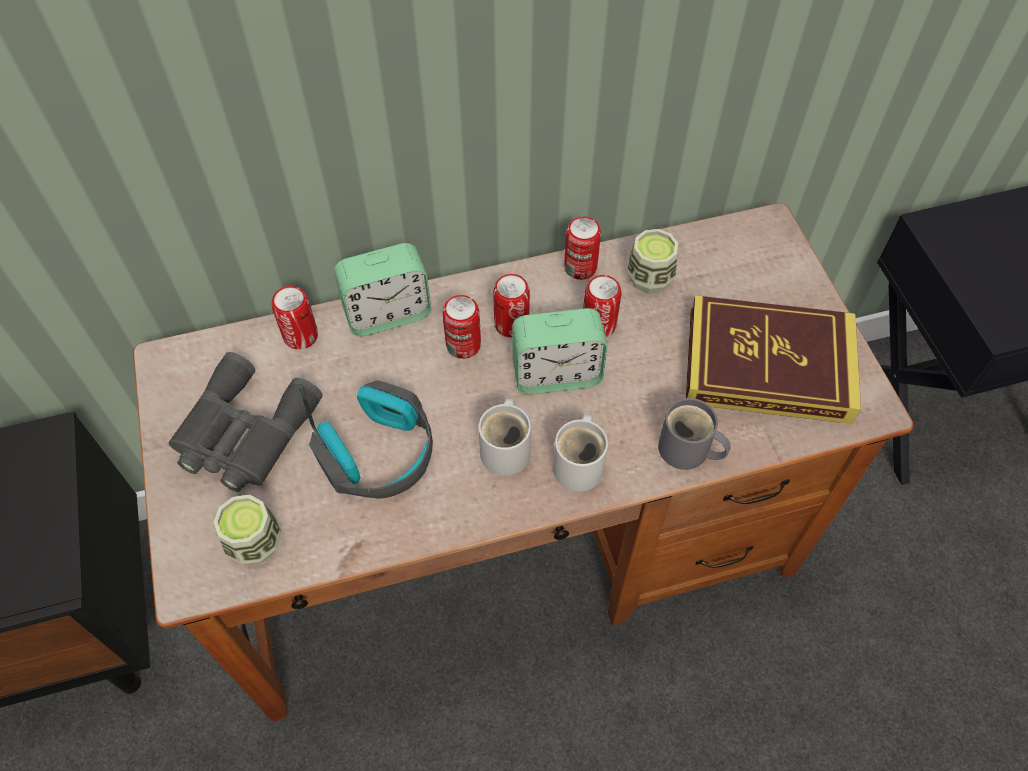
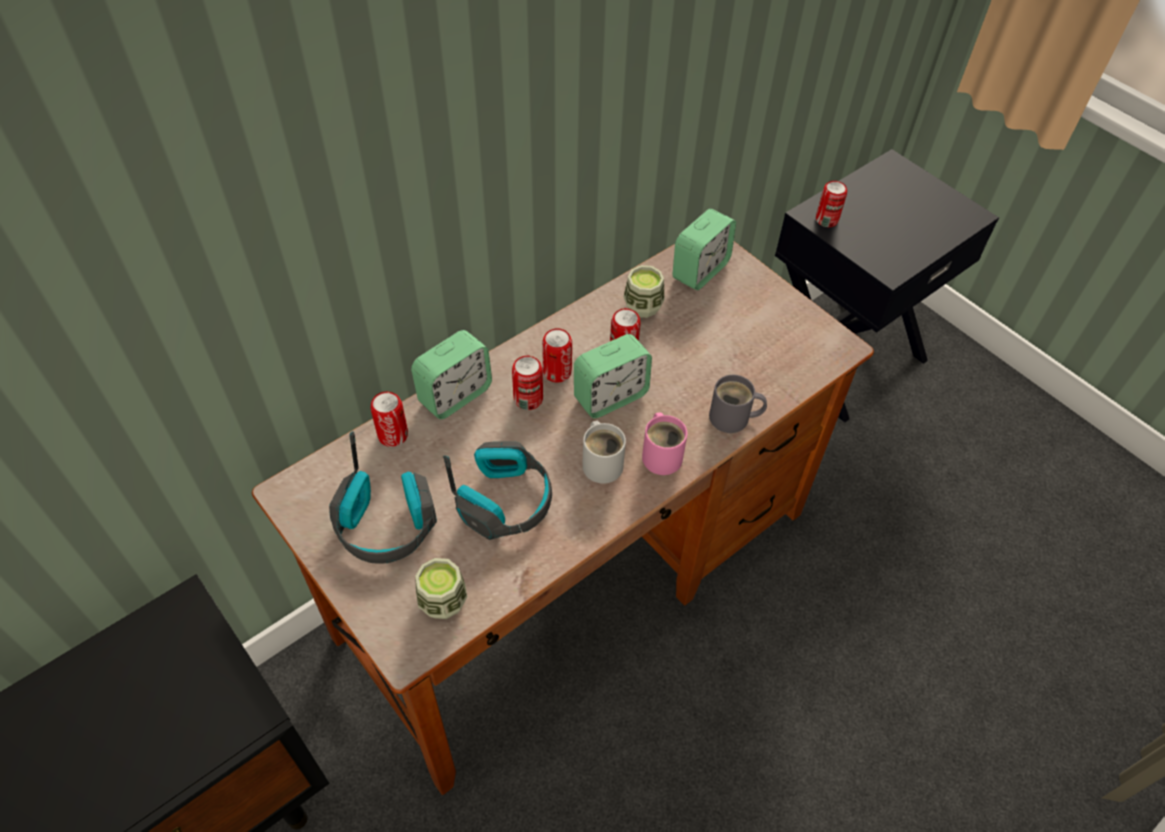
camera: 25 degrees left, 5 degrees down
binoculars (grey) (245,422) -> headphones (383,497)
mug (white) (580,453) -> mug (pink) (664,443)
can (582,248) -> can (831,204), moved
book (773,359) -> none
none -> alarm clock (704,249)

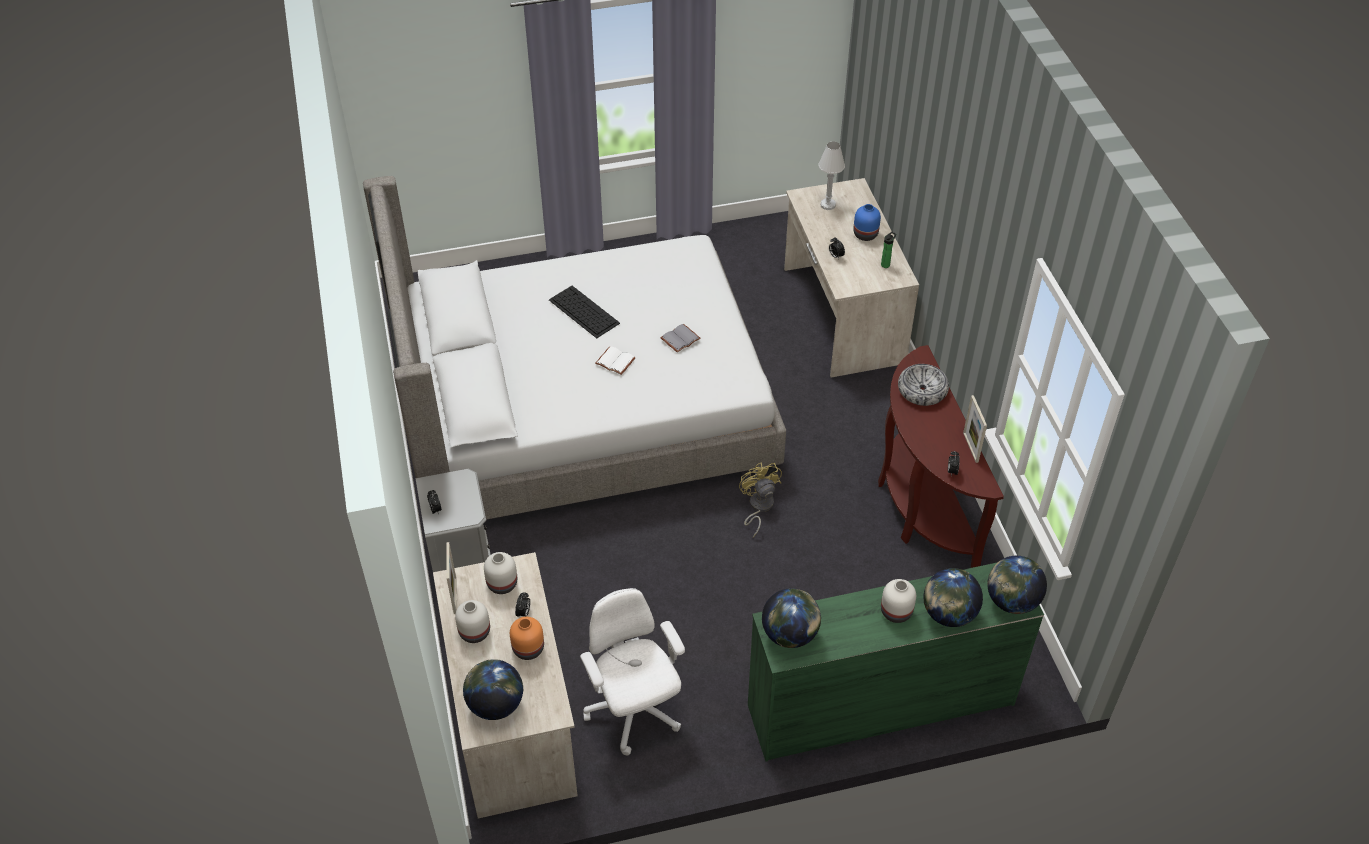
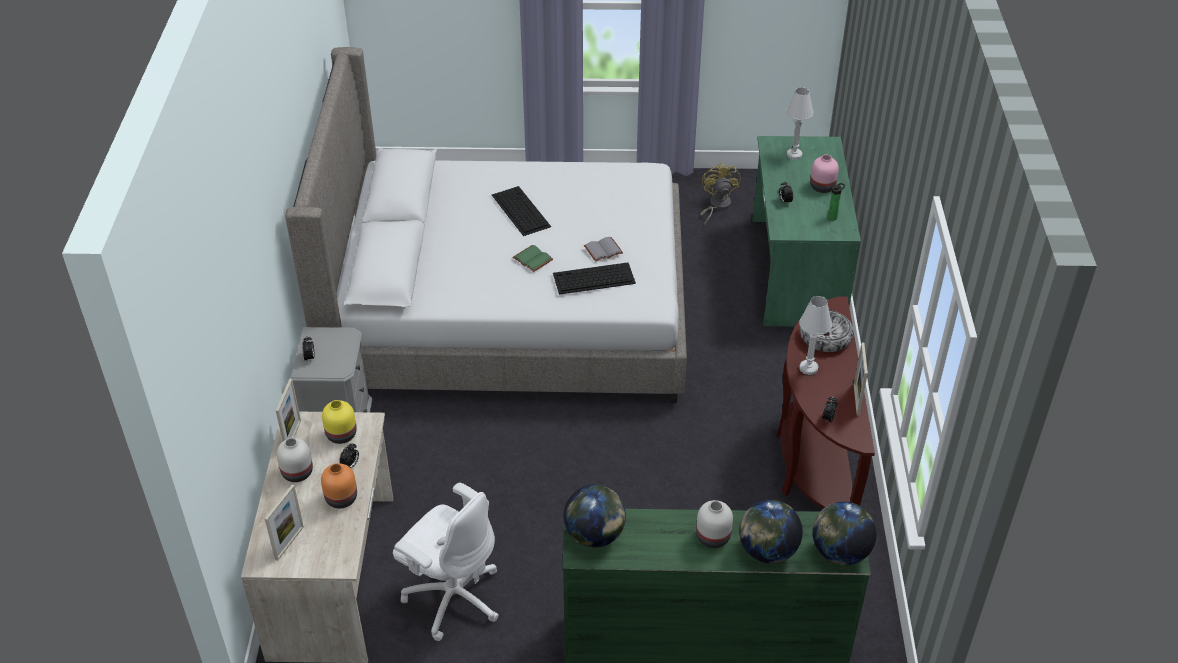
camera: 15 degrees right, 5 degrees down
globe (493,689) -> picture frame (284,523)
vase (white) (500,573) -> vase (yellow) (339,422)
office chair (white) (632,671) -> office chair (white) (446,562), 135 degrees clockwise
book (white) (615,360) -> book (green) (532,258)
fan (yellow) (760,500) -> fan (yellow) (720,193), moved
desk (beige) (851,278) -> desk (green) (806,231)
vase (blue) (867,222) -> vase (pink) (824,174)
none -> keyboard (594,278)
none -> table lamp (white) (815,335)

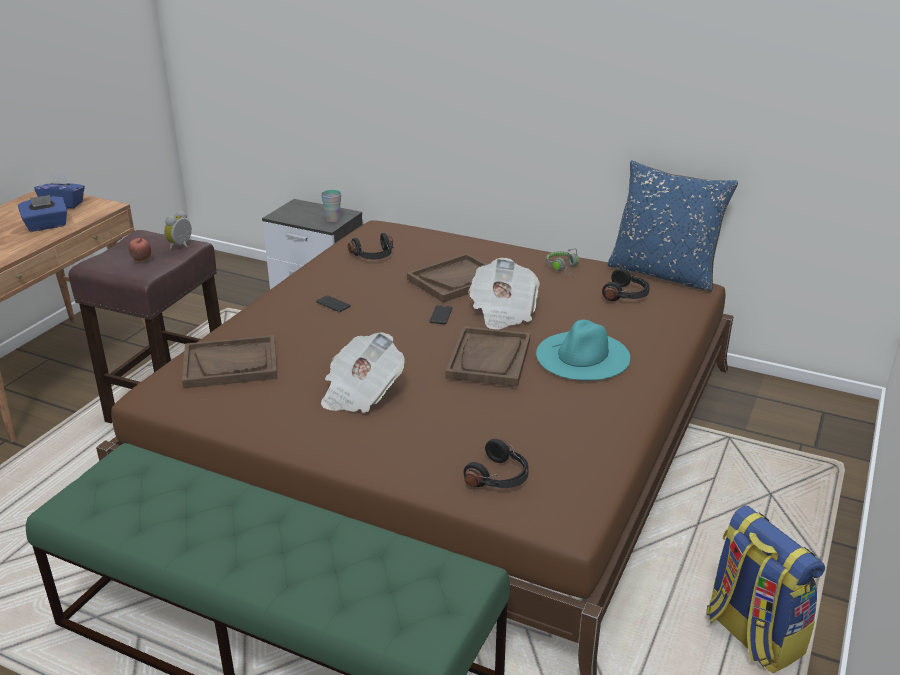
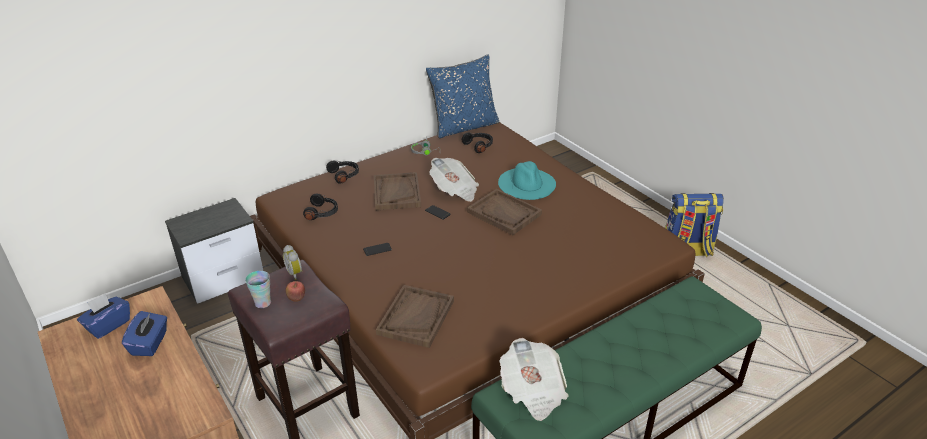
camera: 60 degrees left, 5 degrees up
cup (331,206) -> cup (258,289), moved
newspaper (363,372) -> newspaper (534,379), moved
headphones (black) (496,463) -> headphones (black) (342,172), moved

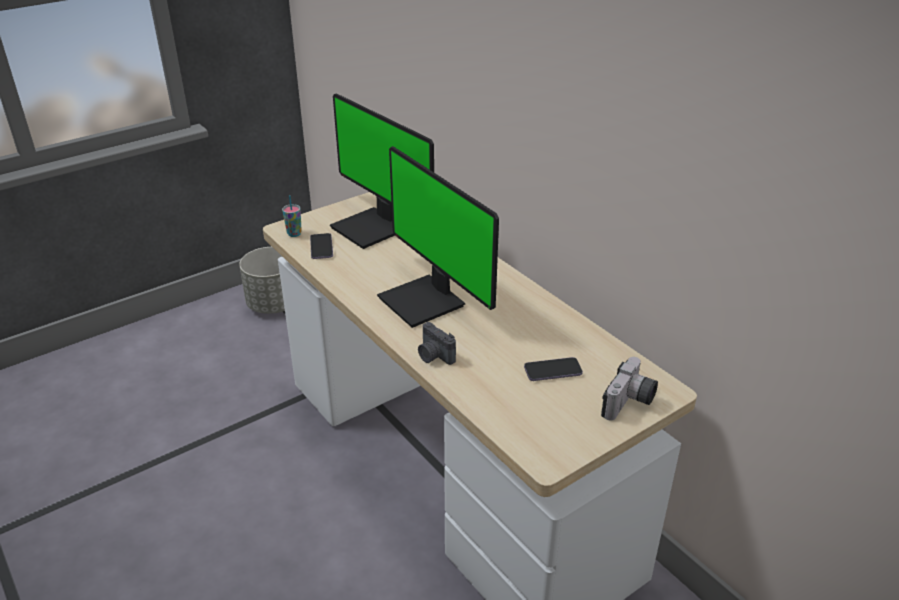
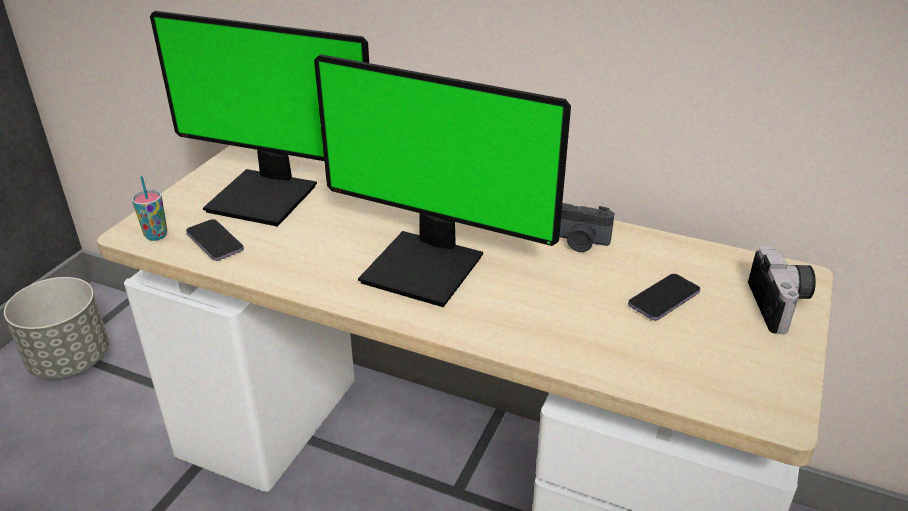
camera: 30 degrees left, 0 degrees up
photo camera (437,343) -> photo camera (586,227), moved

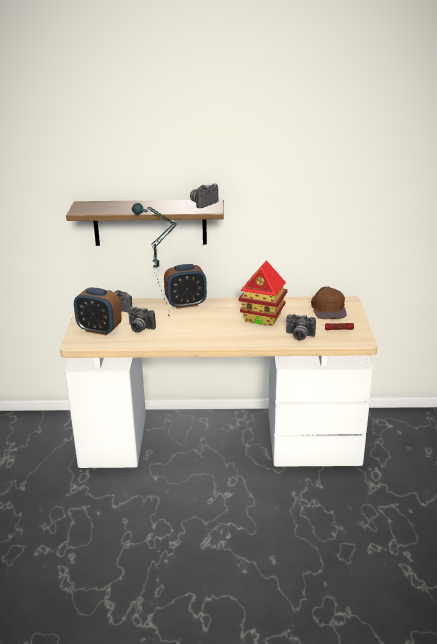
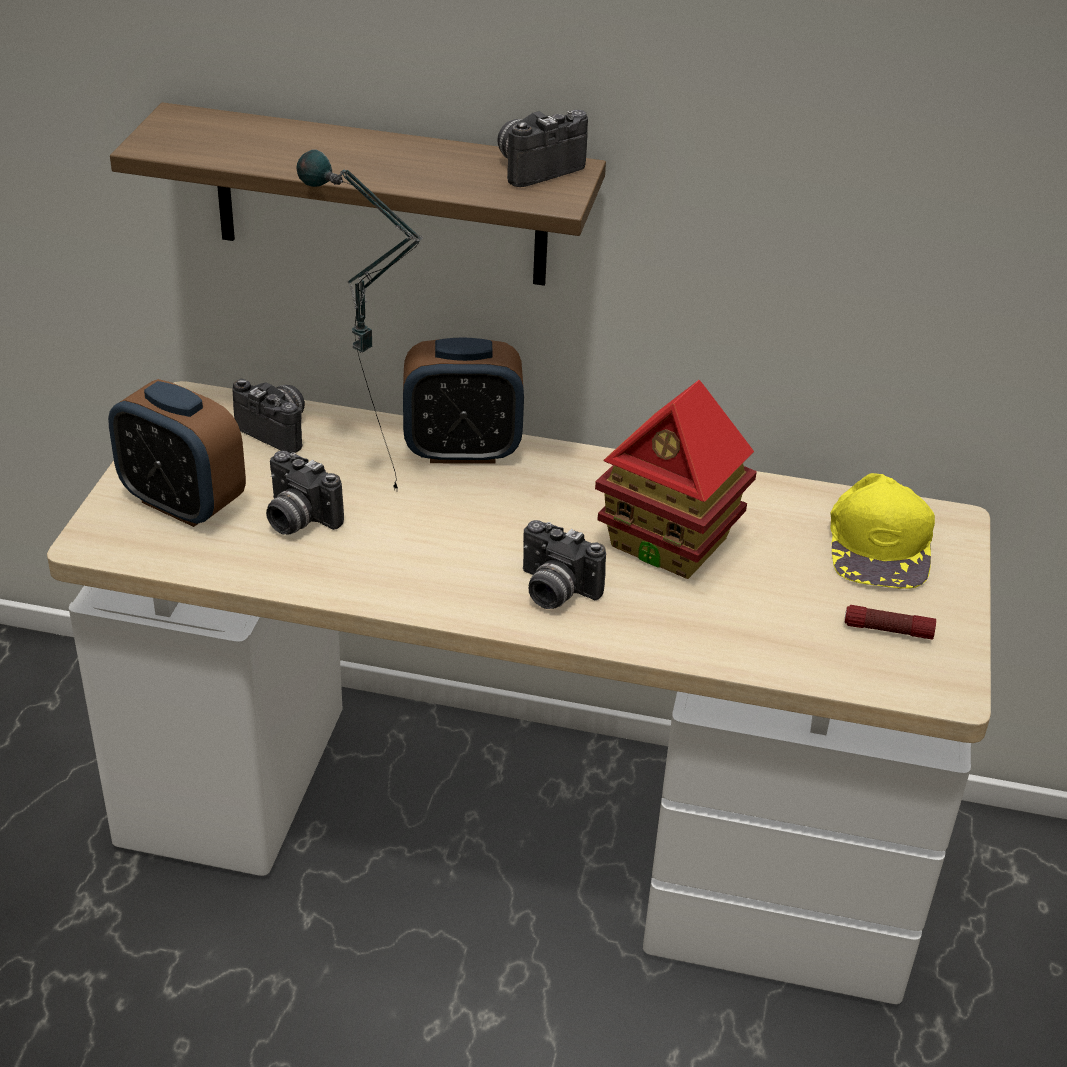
camera: 10 degrees right, 10 degrees up
photo camera (301,327) -> photo camera (564,564), moved
cap (brown) (329,302) -> cap (yellow) (882,531)

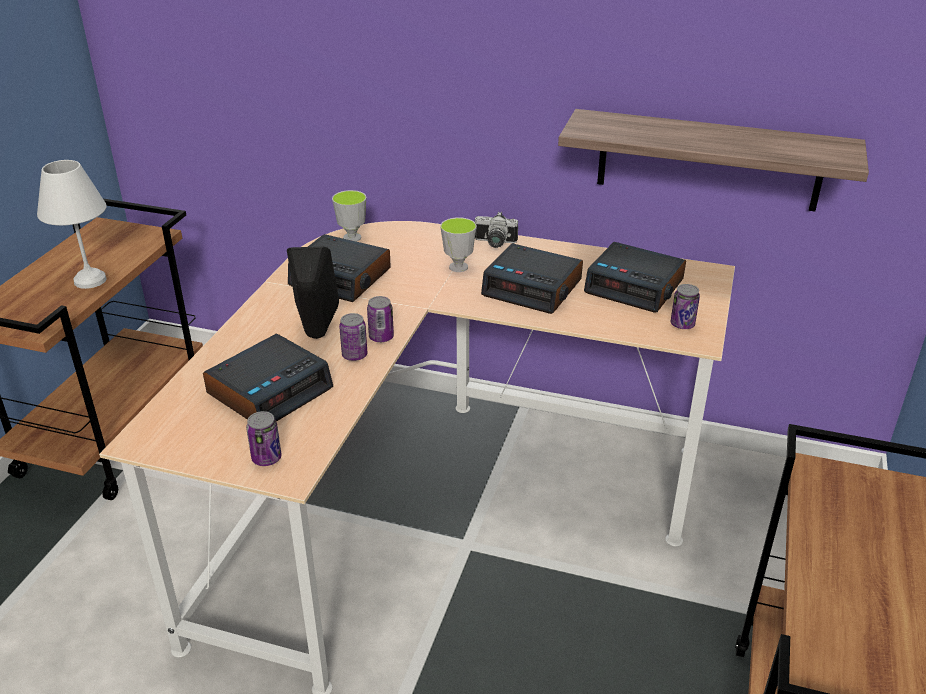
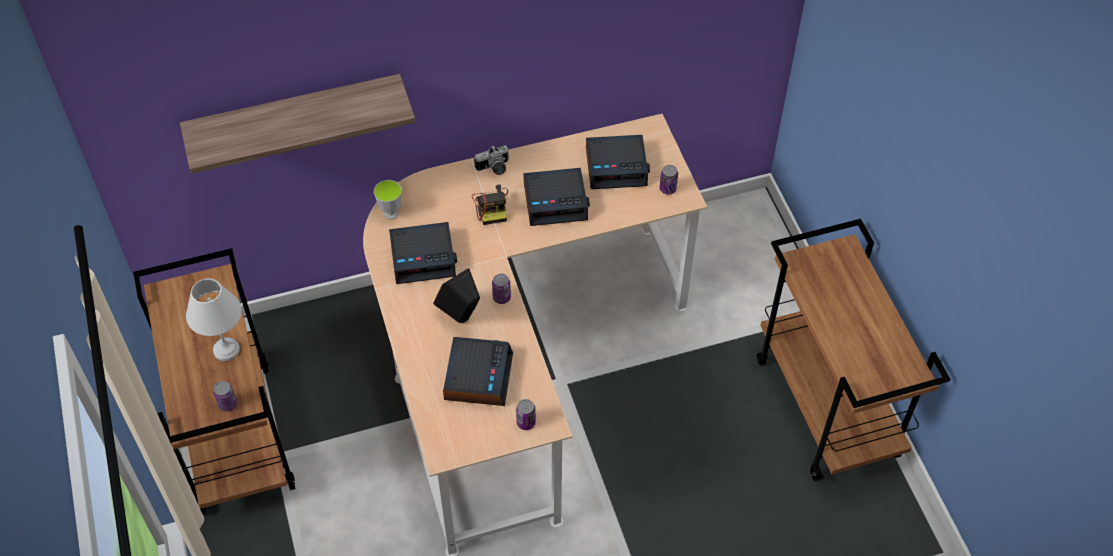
camera: 35 degrees left, 20 degrees up
can (353,337) -> can (225,396), moved
cup (458,244) -> photo camera (490,204)
shelf (713,160) -> shelf (298,124), moved

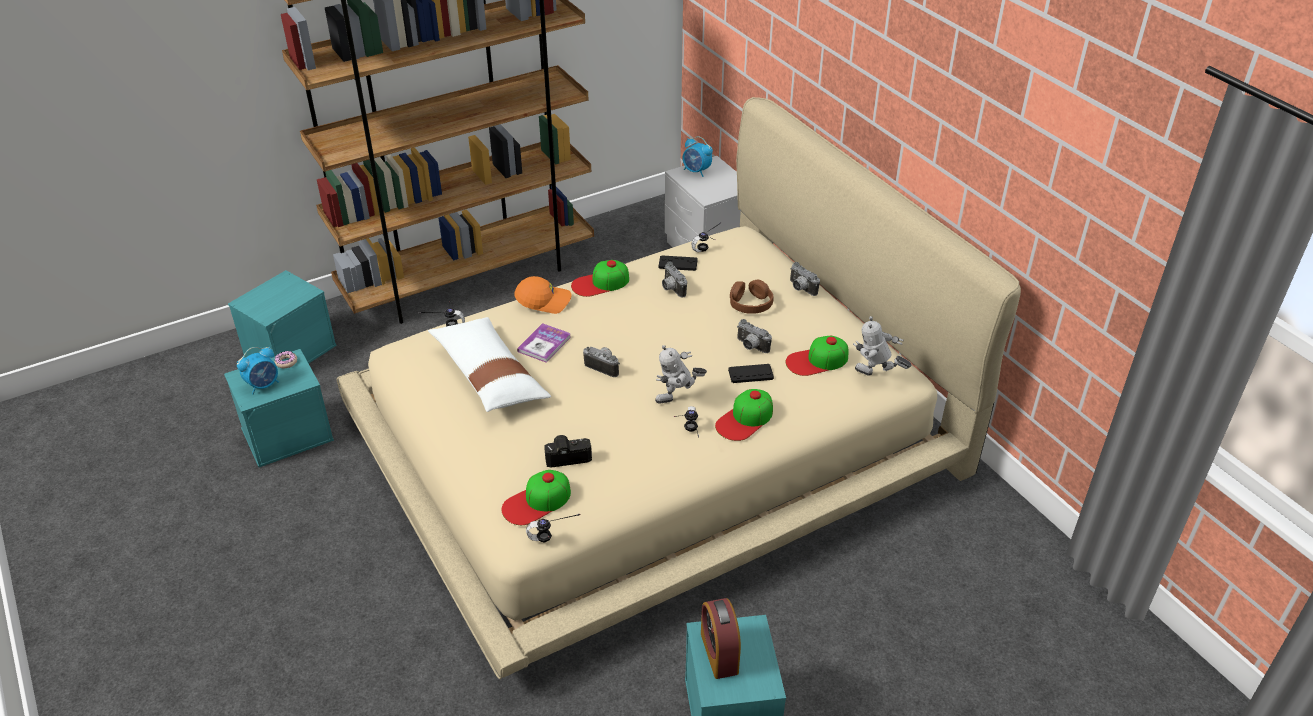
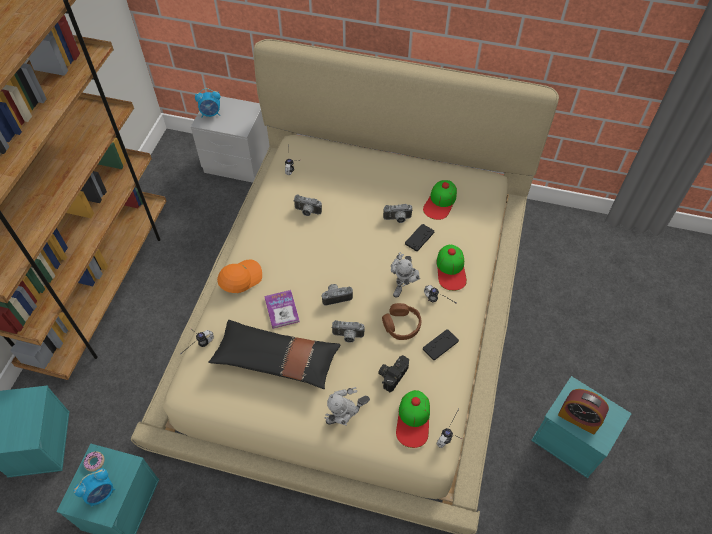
camera: 45 degrees left, 15 degrees up
alarm clock (258,371) -> alarm clock (94,487), 45 degrees clockwise
pillow (white) (489,364) -> pillow (black) (274,354)
cap (600,278) -> none
game controller (black) (678,263) -> game controller (black) (440,345), moved
headphones (brown) (752,296) -> headphones (brown) (401,321), moved
photo camera (805,279) -> photo camera (348,331), moved
toy robot (882,346) -> toy robot (347,406), moved

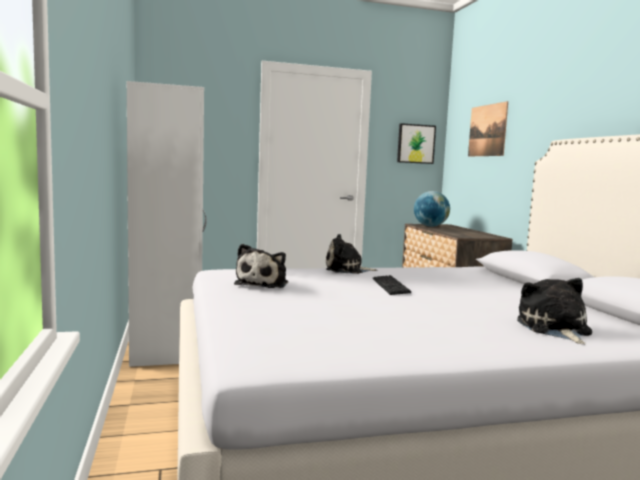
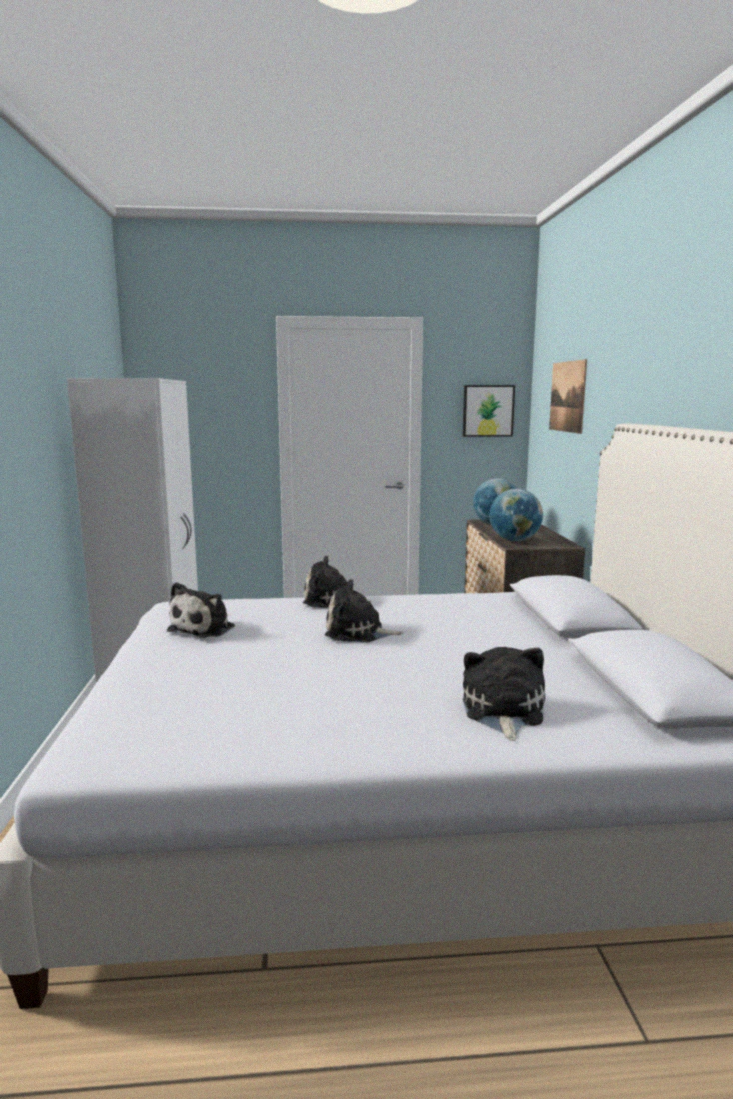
camera: 10 degrees right, 5 degrees up
keyboard (392,285) -> plush toy (364,610)
none -> globe (516,515)

